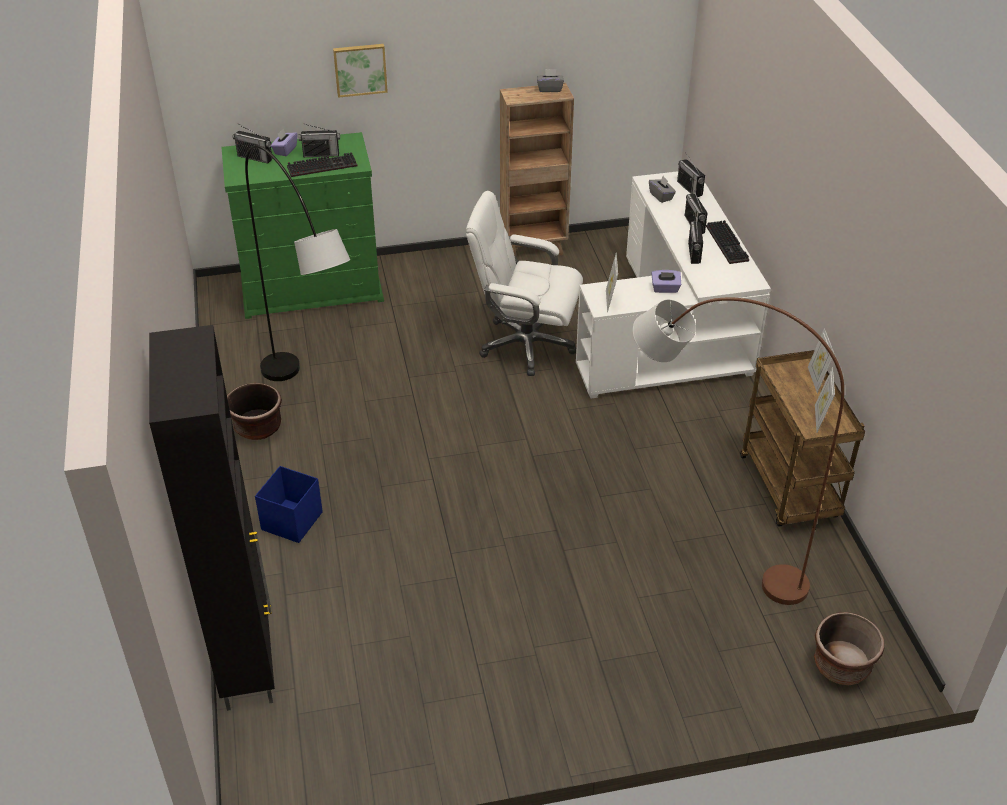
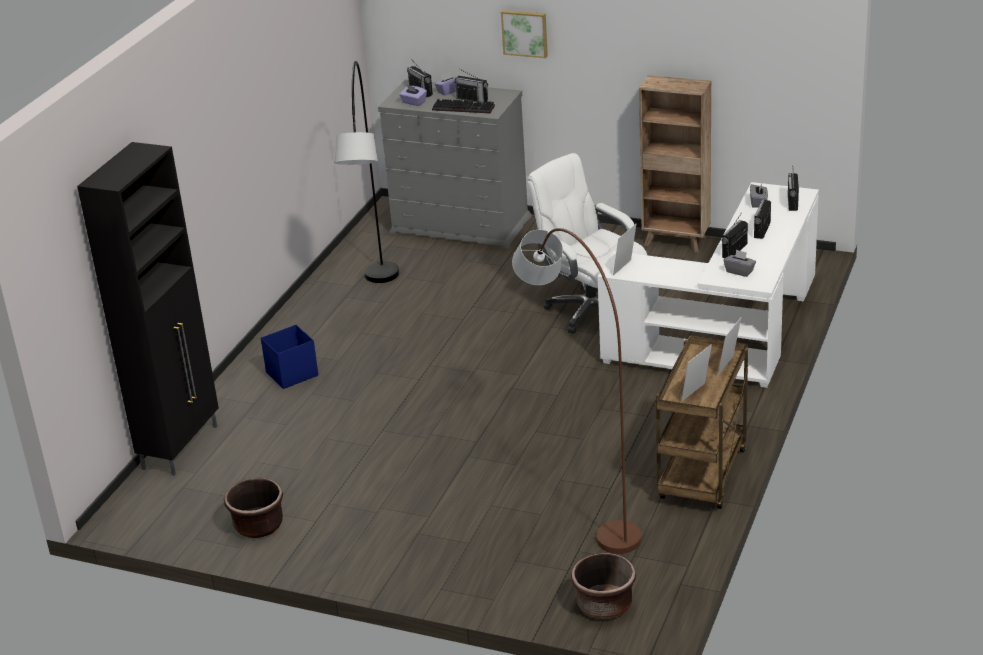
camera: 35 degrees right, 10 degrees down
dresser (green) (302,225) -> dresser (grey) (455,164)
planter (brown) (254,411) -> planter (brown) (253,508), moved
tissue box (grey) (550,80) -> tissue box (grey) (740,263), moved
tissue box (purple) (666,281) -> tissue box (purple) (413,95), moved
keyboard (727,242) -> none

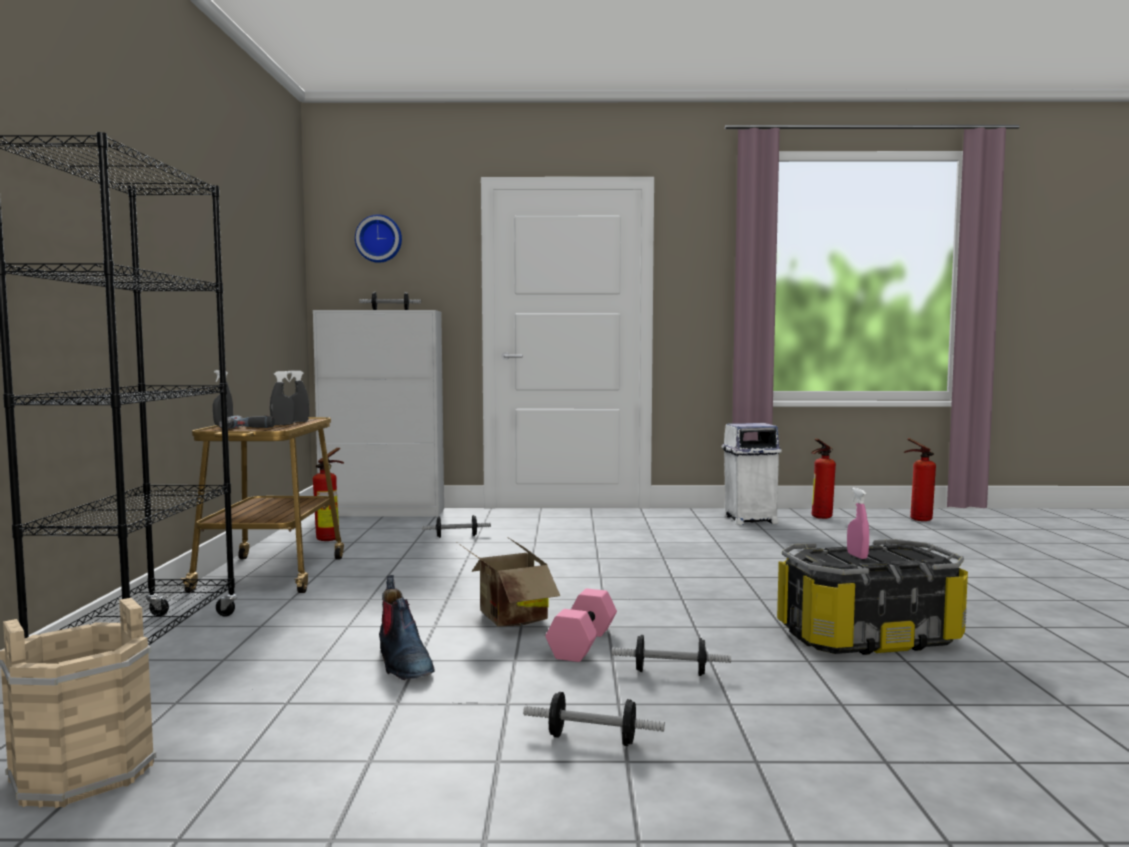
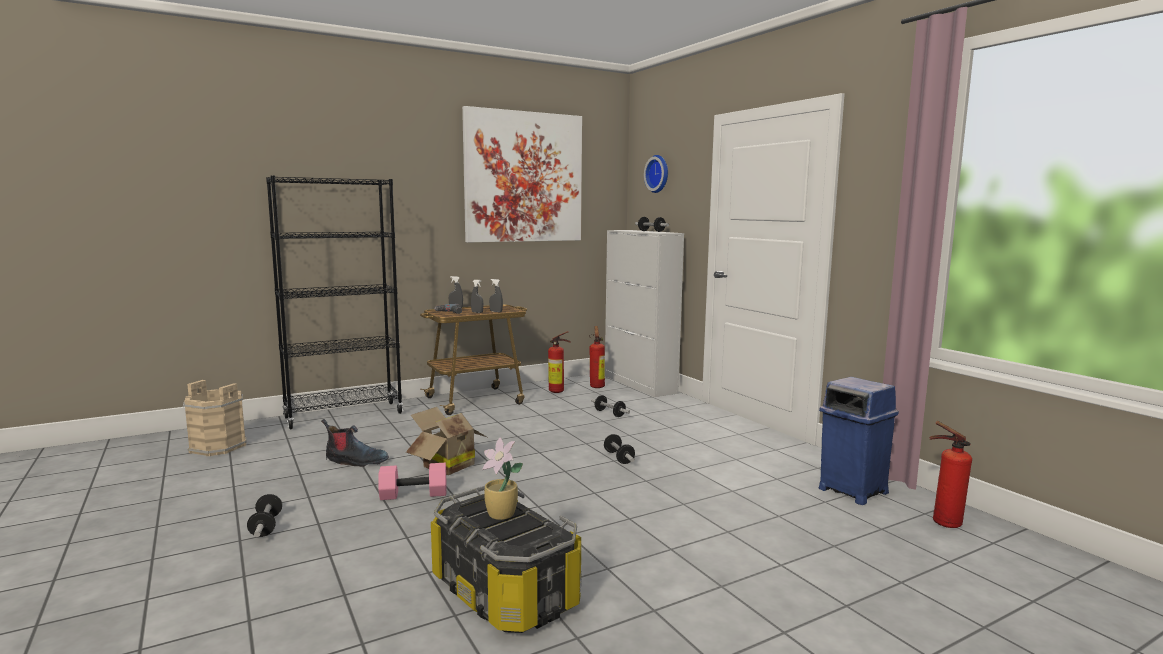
camera: 60 degrees right, 5 degrees up
boot (406,627) -> boot (355,443), 120 degrees counterclockwise
dumbbell (671,655) -> dumbbell (619,449), moved
trash can (white) (752,474) -> trash can (blue) (859,441)
spray bottle (pink) (858,523) -> potted plant (502,478)
fire extinguisher (920,479) -> fire extinguisher (597,357), moved
none -> picture (522,174)

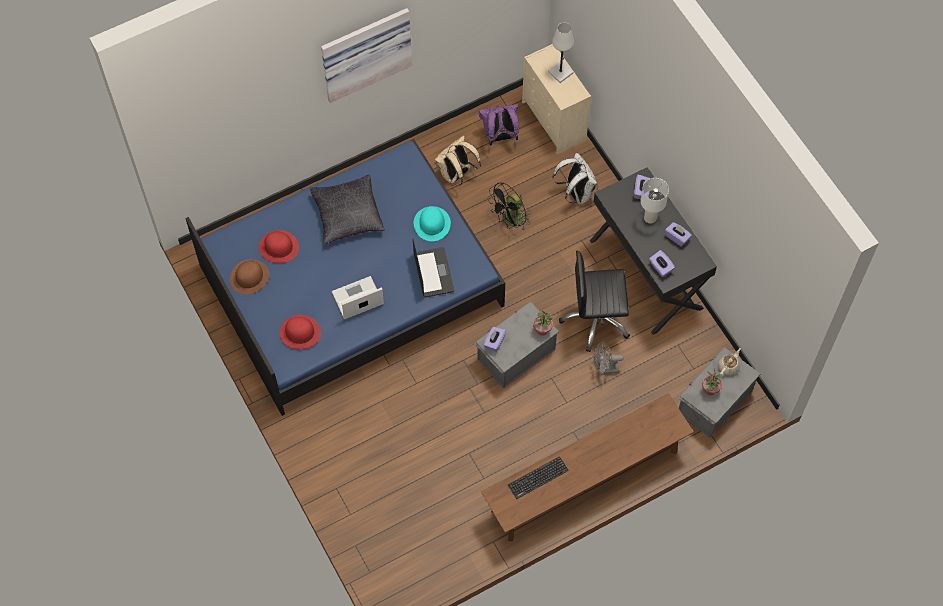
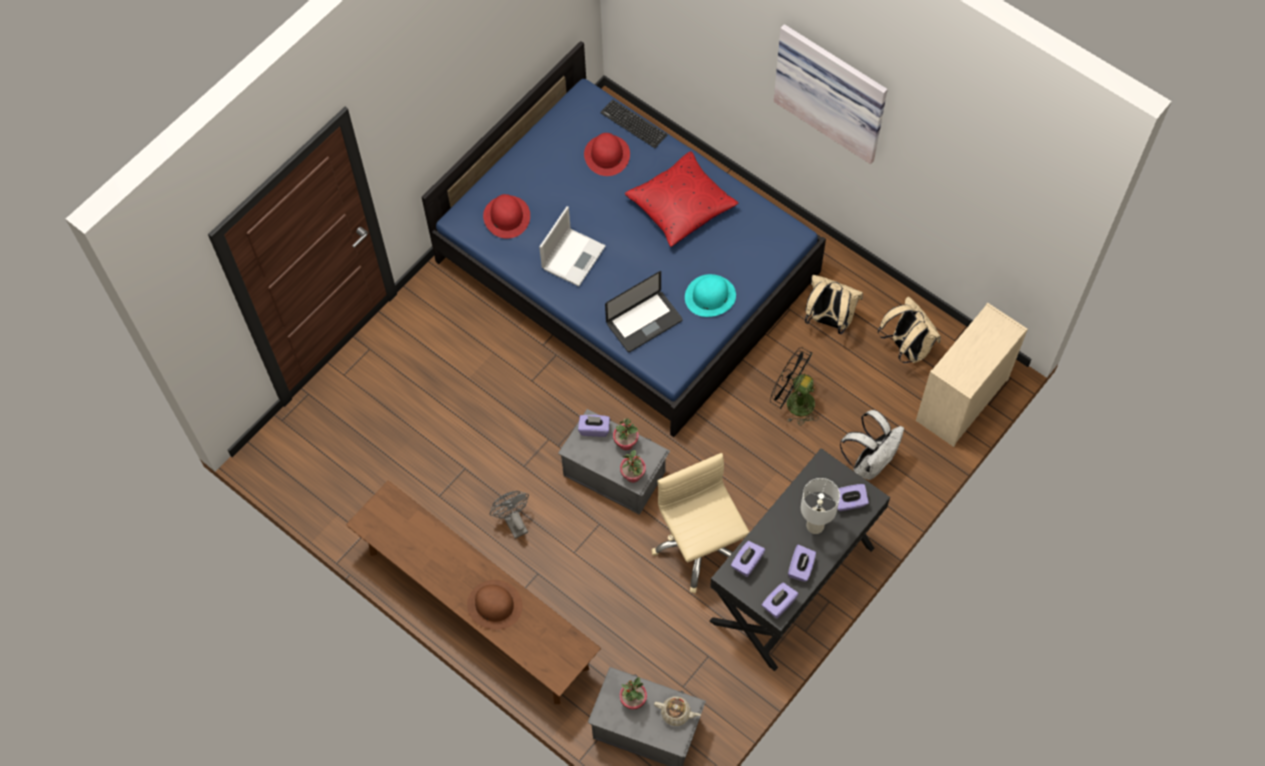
camera: 70 degrees right, 0 degrees up
hat (brown) (249,276) -> hat (brown) (494,605), moved
pillow (black) (347,209) -> pillow (red) (681,199)
laptop (358,297) -> laptop (572,246), 75 degrees clockwise
backpack (purple) (499,125) -> backpack (beige) (909,329)
keyboard (538,477) -> keyboard (633,124), moved
table lamp (white) (561,52) -> none
office chair (black) (594,301) -> office chair (beige) (700,523)
fan (grey) (609,358) -> fan (grey) (509,515), moved
none -> potted plant (626,434)
none -> tissue box (purple) (780,600)

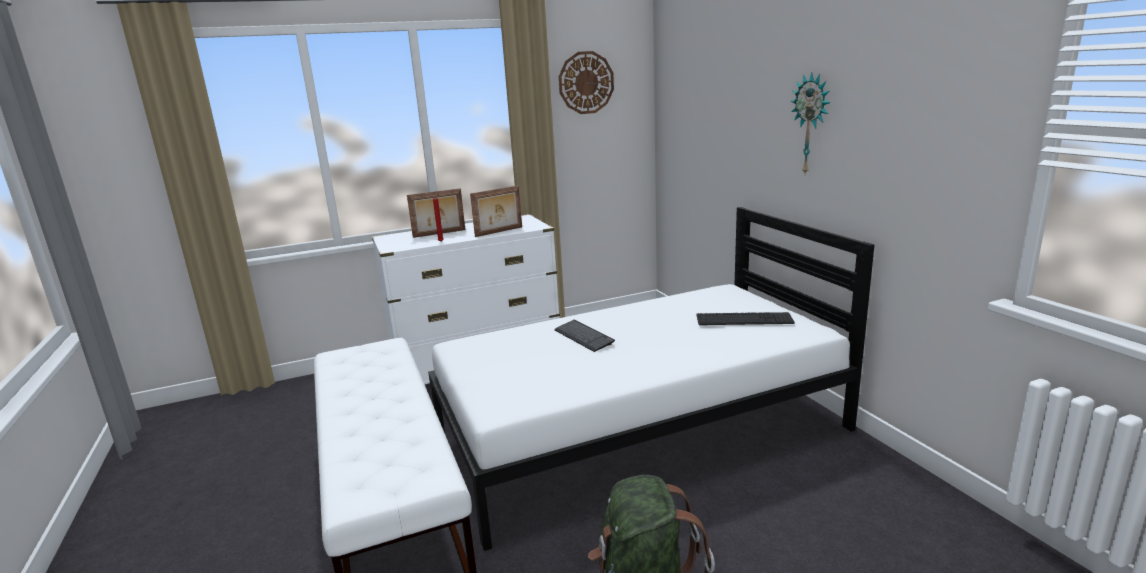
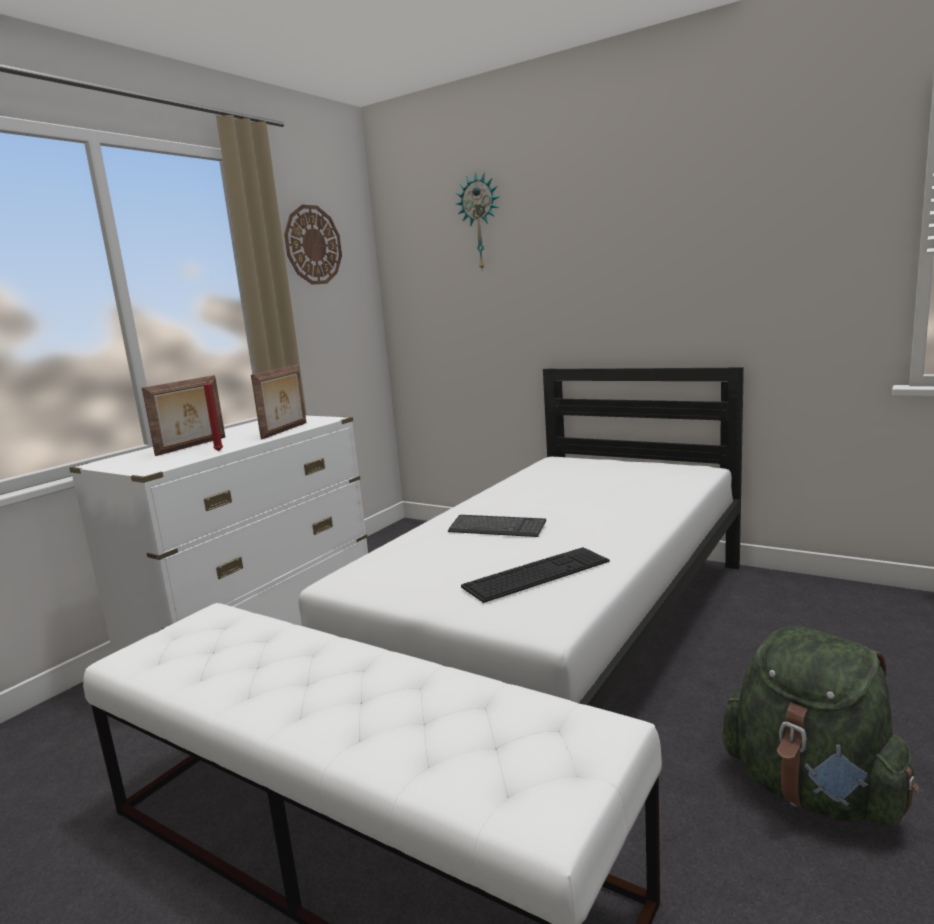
camera: 35 degrees left, 5 degrees down
keyboard (745,318) -> keyboard (535,575), moved
wall clock (811,123) -> wall clock (477,222), moved

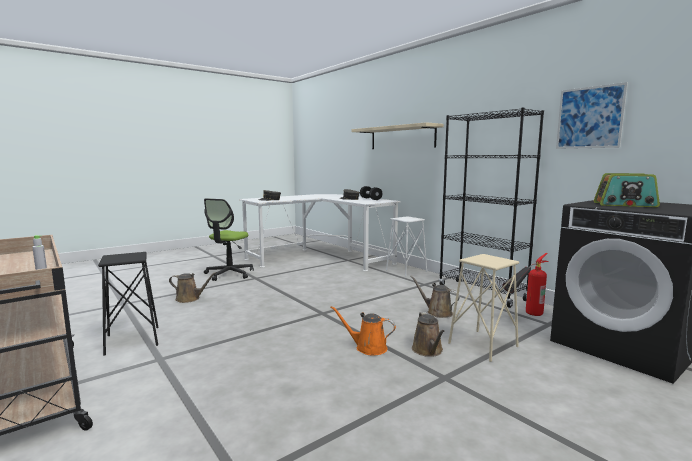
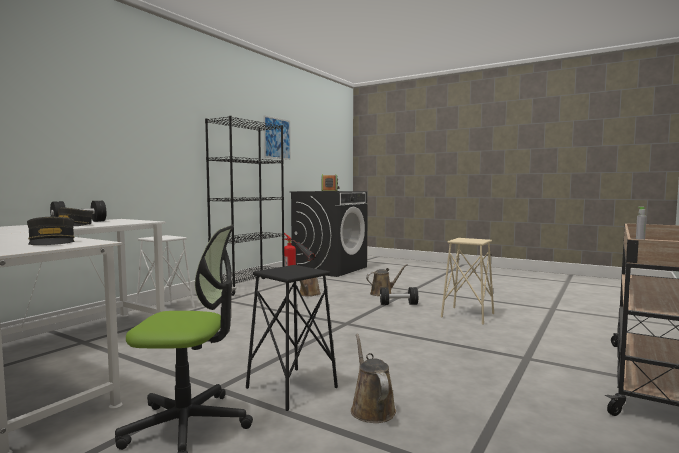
camera: 110 degrees left, 5 degrees down
stool (black) (128,303) -> stool (black) (292,338), moved
watering can (orange) (363,331) -> dumbbell (black) (399,296)
shelf (beige) (397,135) -> none
stool (beige) (483,308) -> stool (beige) (467,281), moved

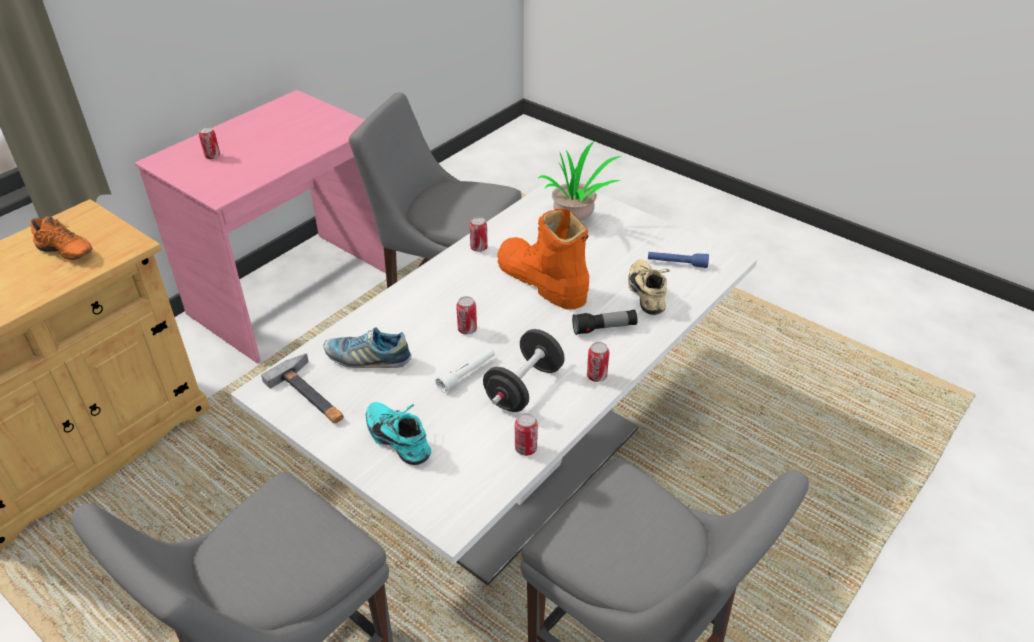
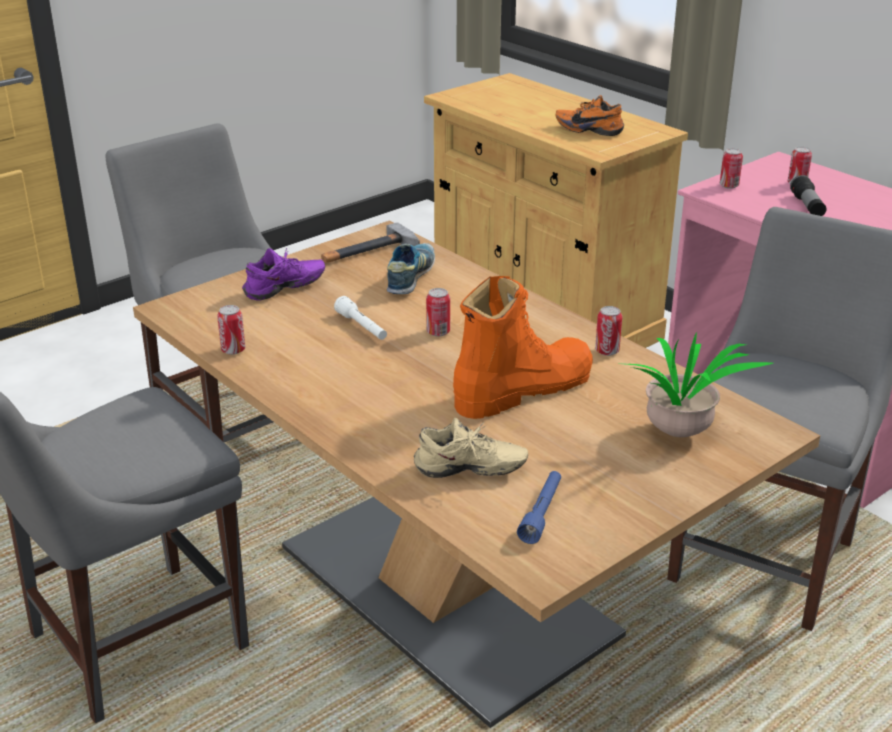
camera: 100 degrees right, 10 degrees down
shoe (orange) (61,238) -> shoe (orange) (590,115), 75 degrees clockwise
dining table (white) (494,380) -> dining table (brown) (476,474)
shoe (turquoise) (398,433) -> shoe (purple) (283,274)
dumbbell (black) (524,370) -> none
flashlight (605,322) -> flashlight (808,195), moved
can (598,362) -> can (731,168), moved

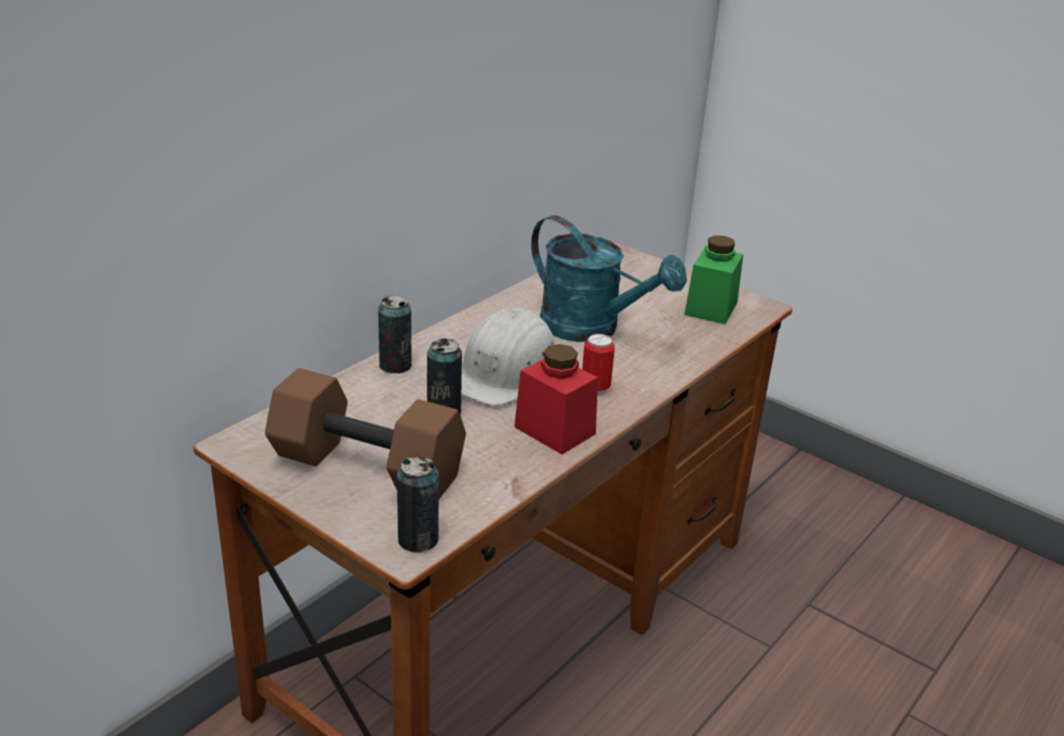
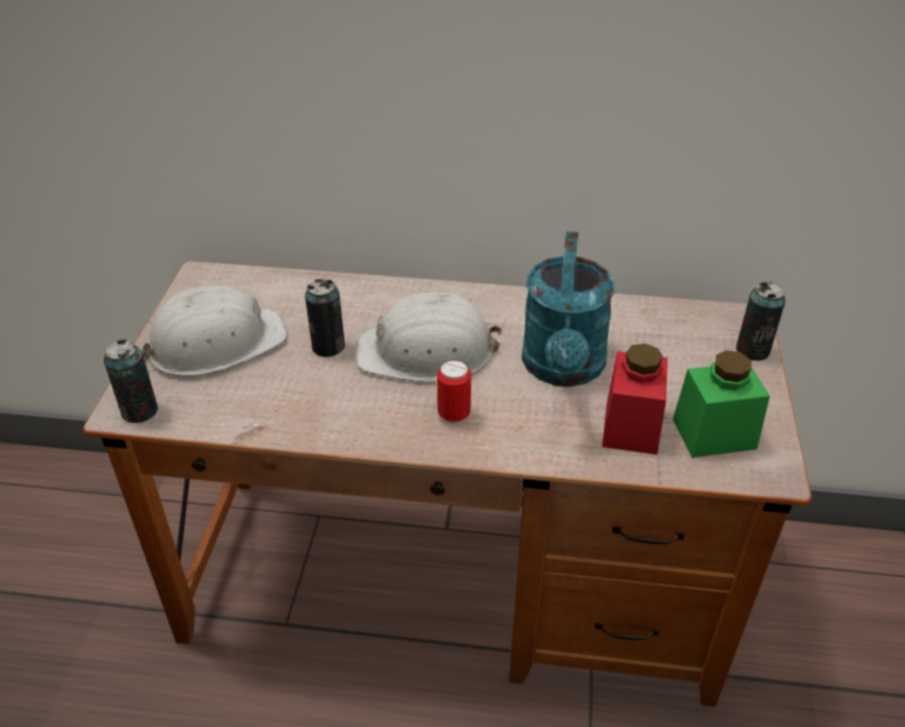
camera: 60 degrees right, 10 degrees up
dumbbell (brown) (365,433) -> hard hat (white) (215,330)
can (395,334) -> can (760,321), moved
jar (red) (556,399) -> jar (red) (635,399), moved

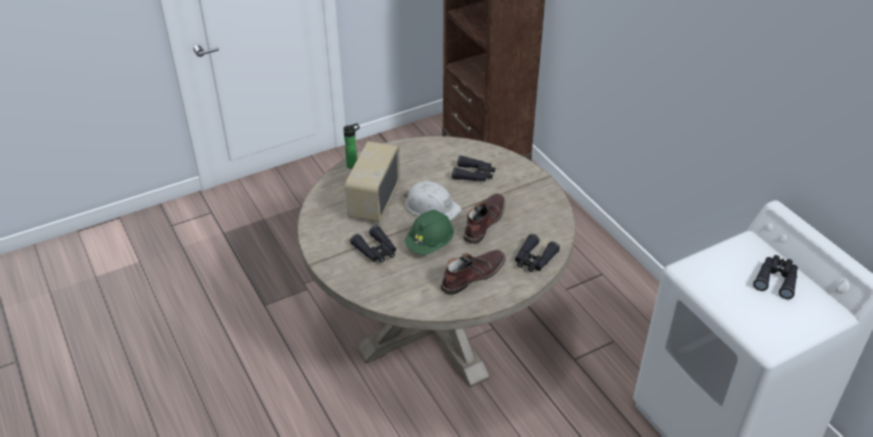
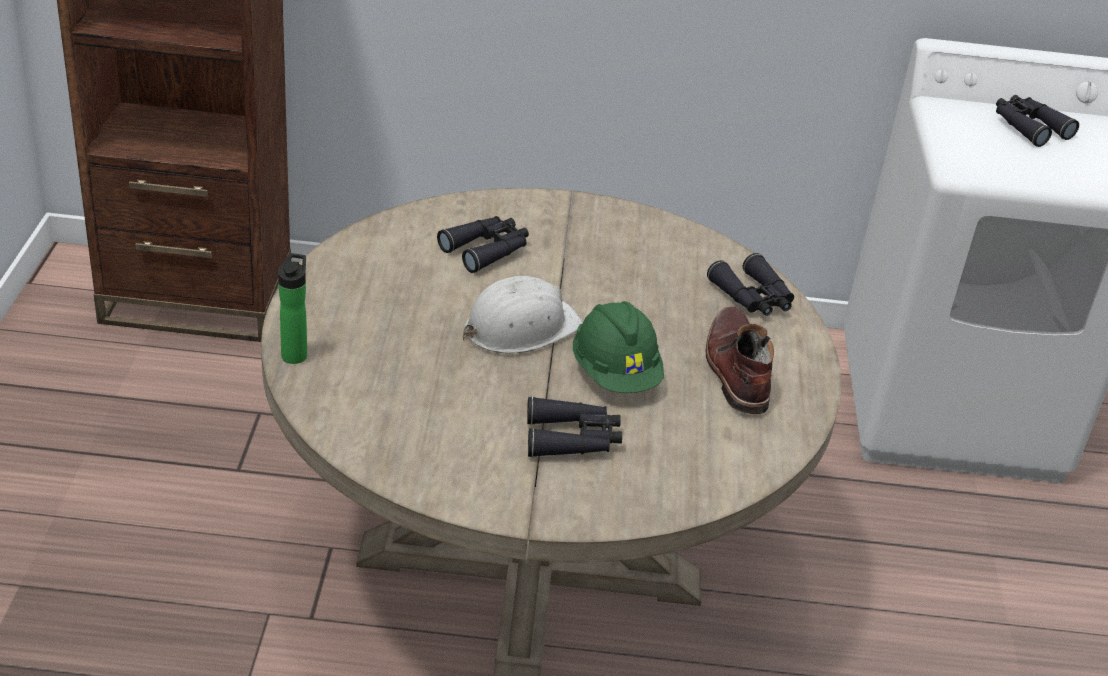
camera: 60 degrees left, 5 degrees down
radio (372,181) -> none
boot (brown) (484,218) -> none

